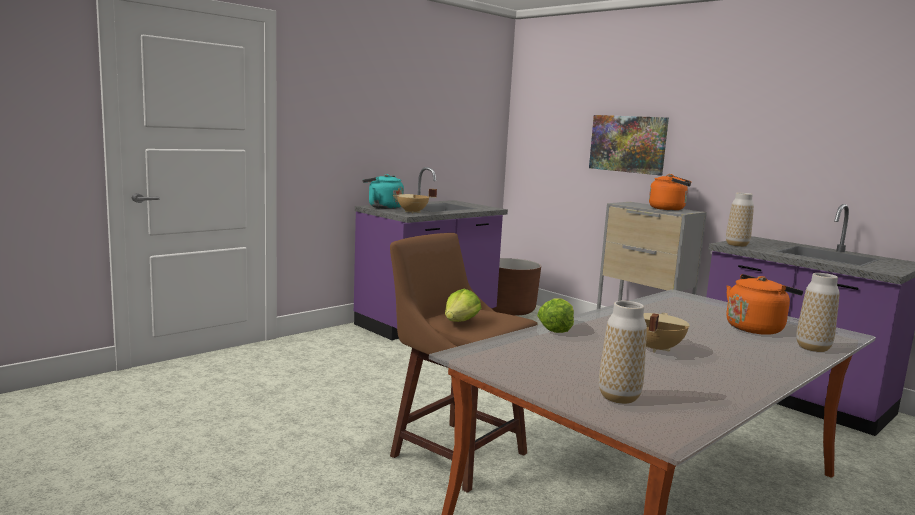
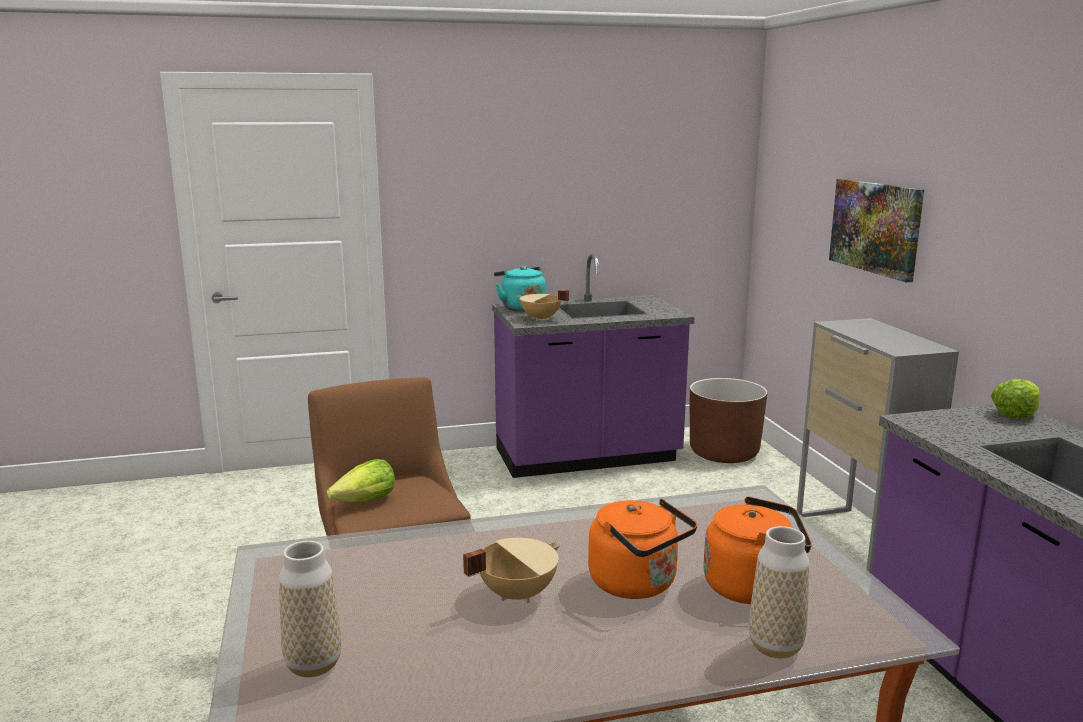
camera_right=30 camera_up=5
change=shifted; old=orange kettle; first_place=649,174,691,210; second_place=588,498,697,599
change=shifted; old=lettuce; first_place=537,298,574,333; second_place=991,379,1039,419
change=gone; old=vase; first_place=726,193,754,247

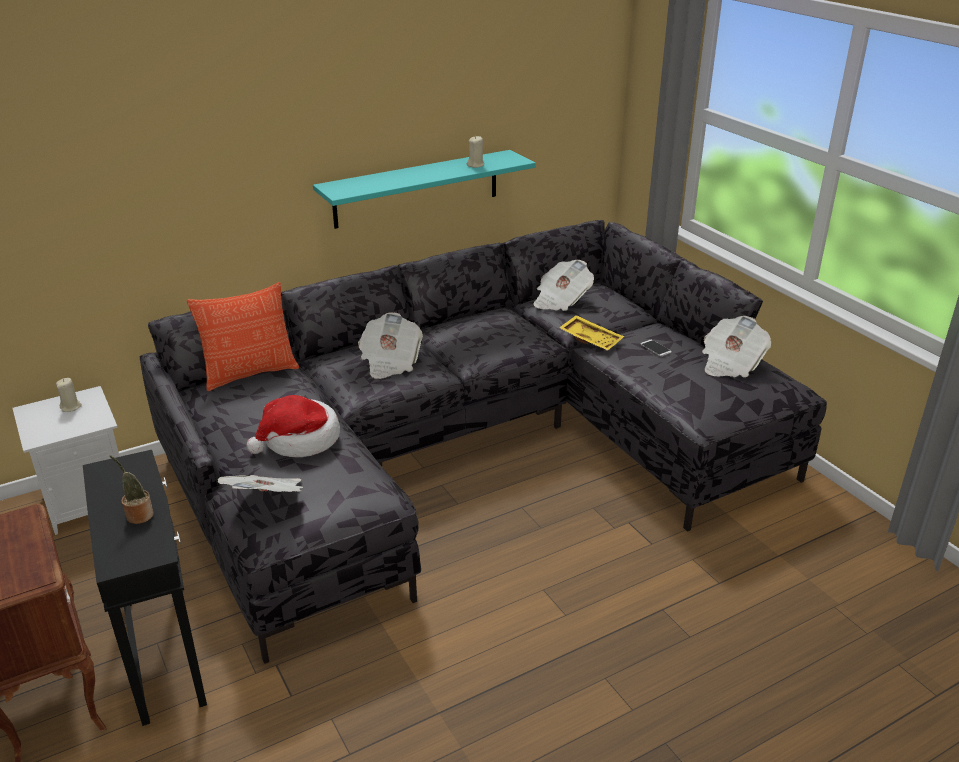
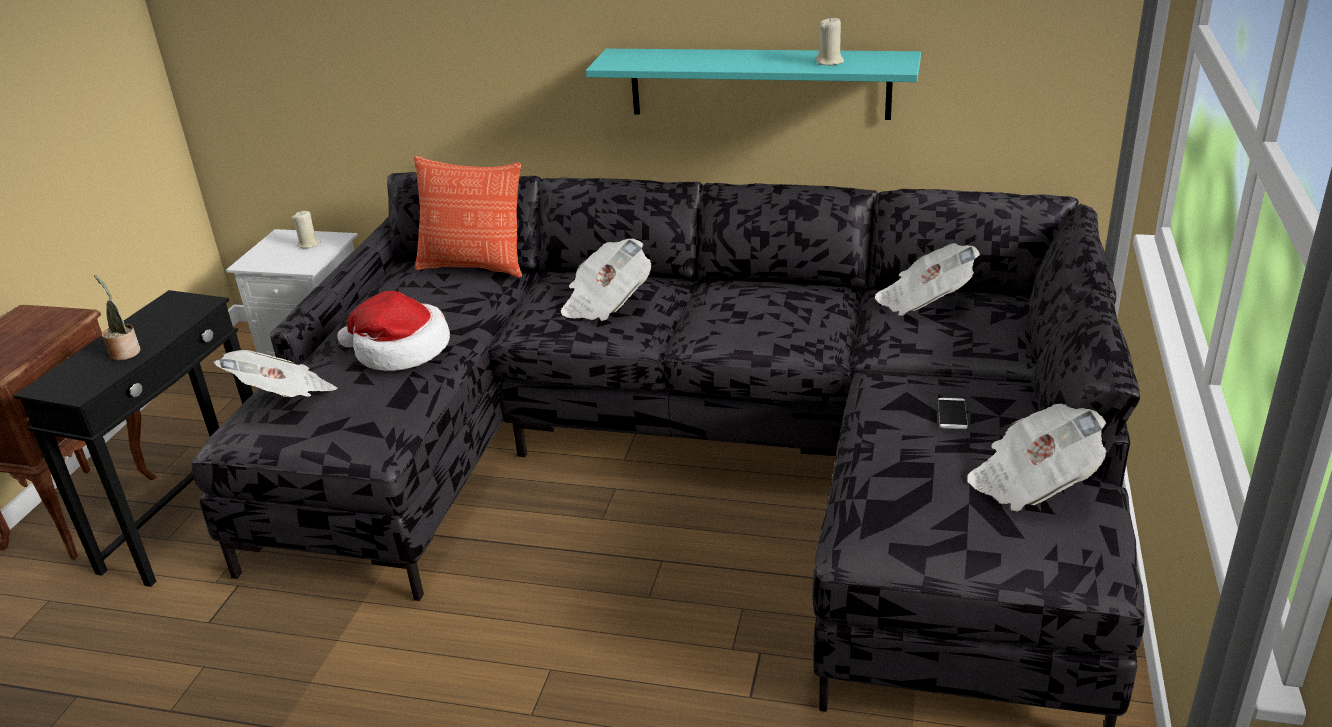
camera_right=45 camera_up=0
change=gone; old=yellow tray; first_place=559,315,624,351

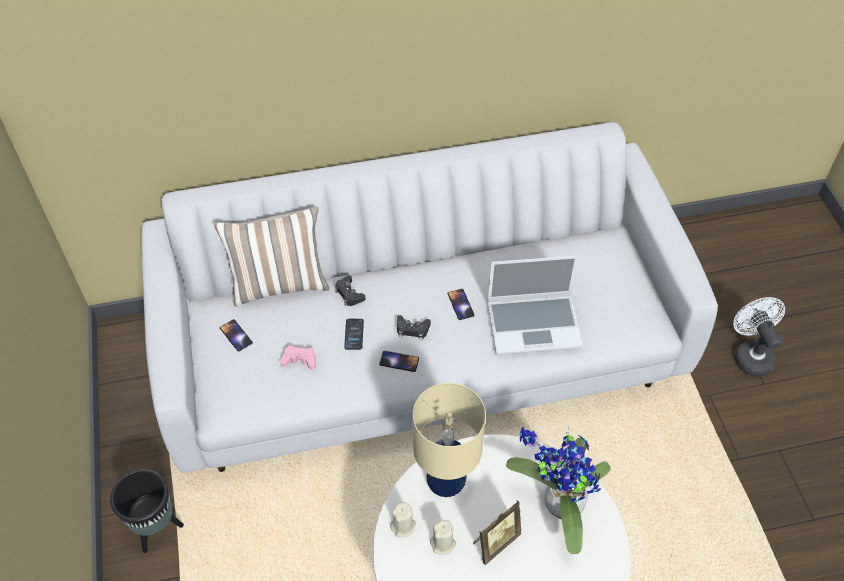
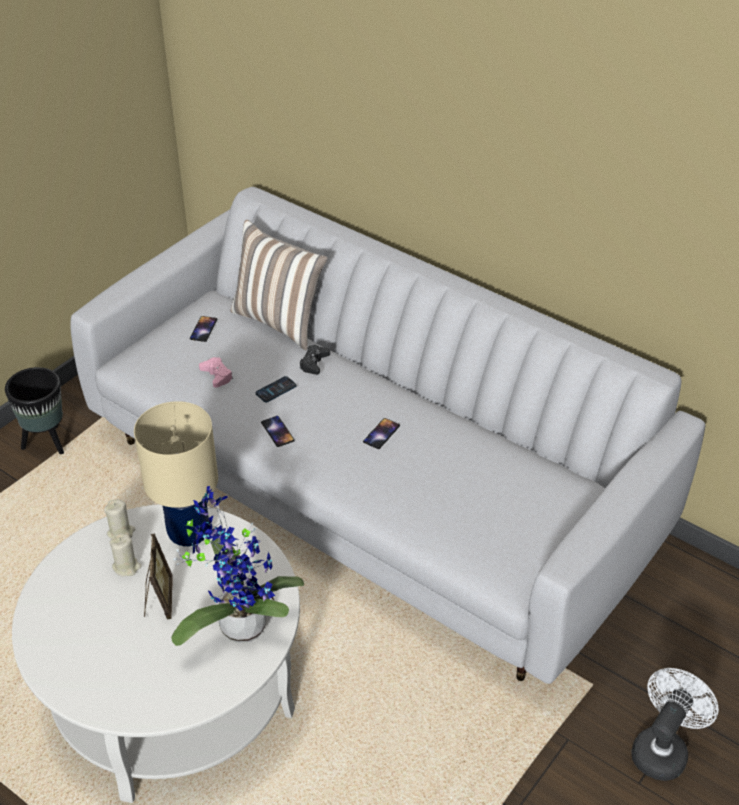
camera_right=50 camera_up=-10
change=rotated; old=picture frame; first_place=473,500,521,565; second_place=144,534,173,619; degrees=-105
change=gone; old=black game controller; first_place=397,315,431,340
change=gone; old=laptop; first_place=487,255,583,355

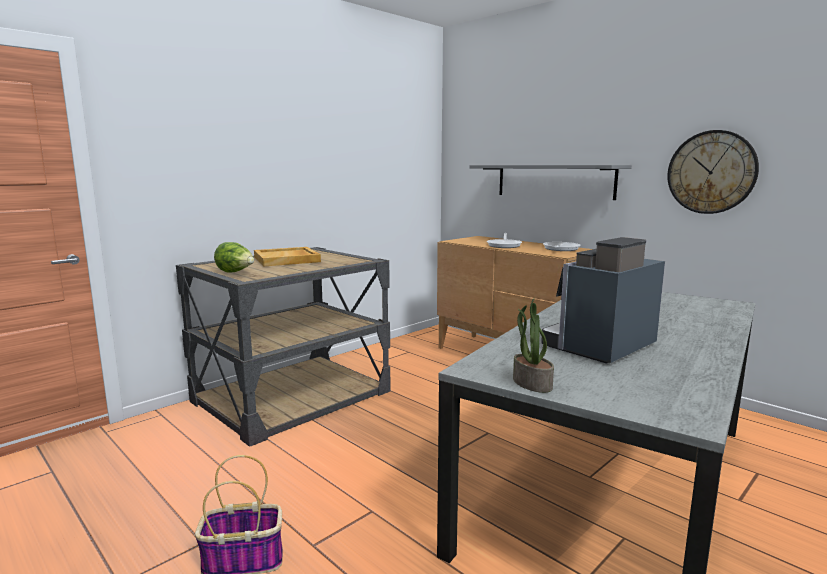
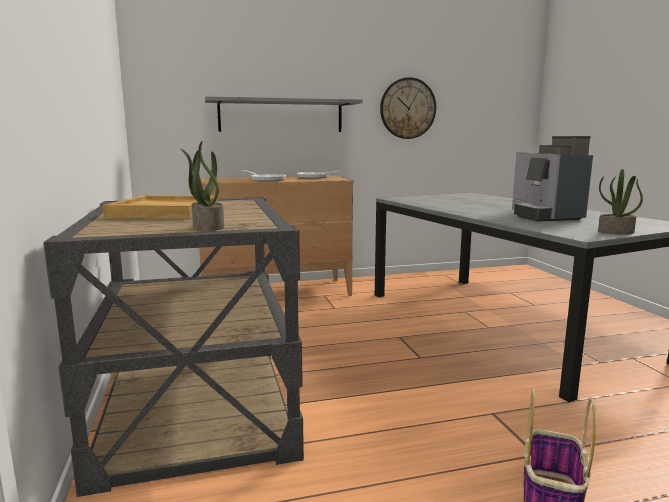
camera_right=-60 camera_up=0
change=swapped; old=lettuce; new=potted plant; first_place=214,242,254,273; second_place=180,141,224,231

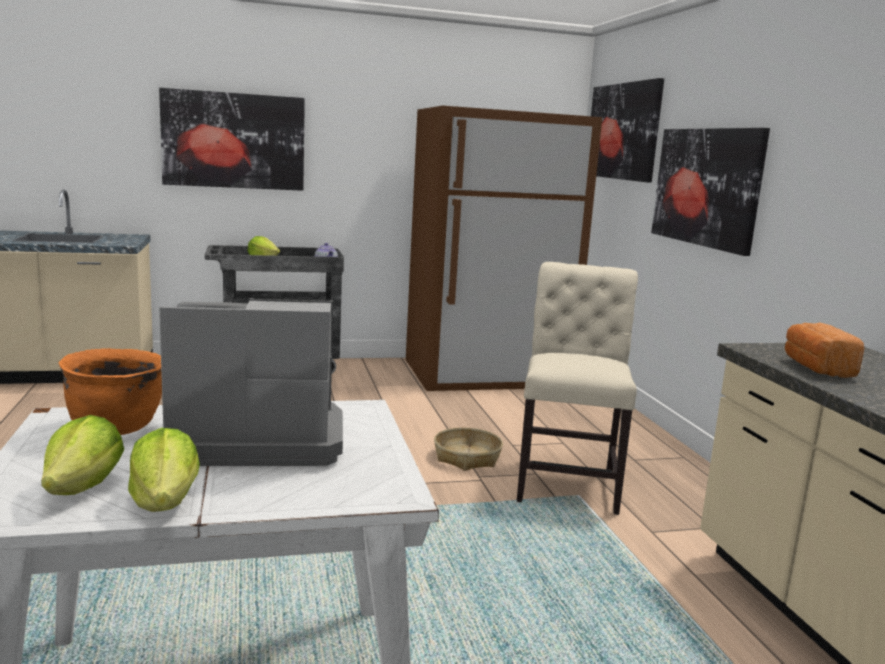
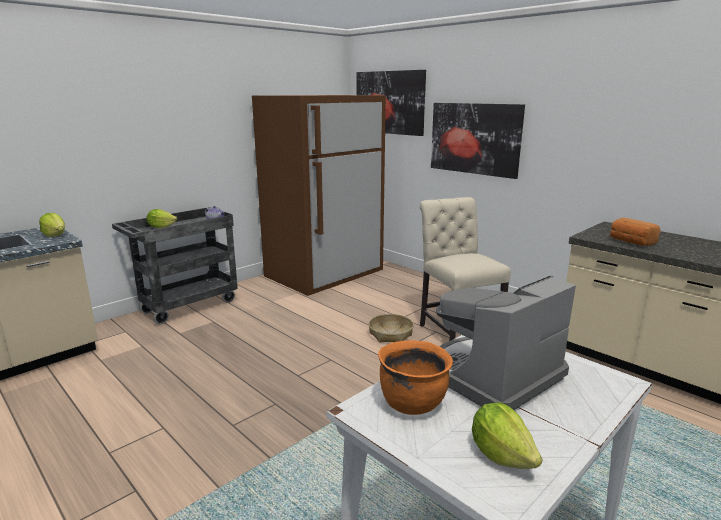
camera_right=-30 camera_up=5
change=shifted; old=lettuce; first_place=128,428,200,512; second_place=39,213,65,237
change=gone; old=picture; first_place=159,88,305,191

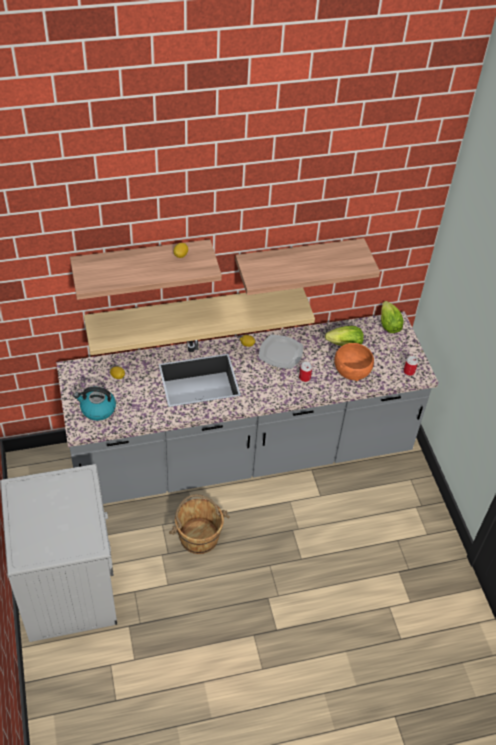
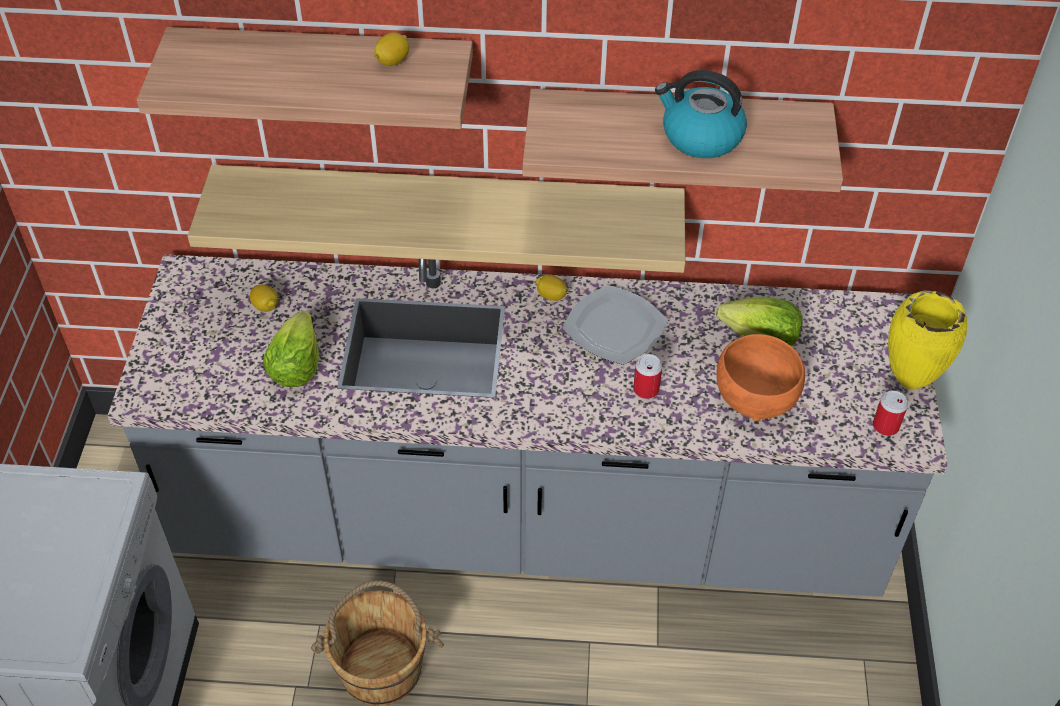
camera_right=20 camera_up=0
change=shifted; old=lettuce; first_place=381,301,404,333; second_place=263,311,319,387
change=shifted; old=kettle; first_place=74,387,116,421; second_place=655,70,747,158
change=new; new=yellow vase; second_place=888,290,967,390

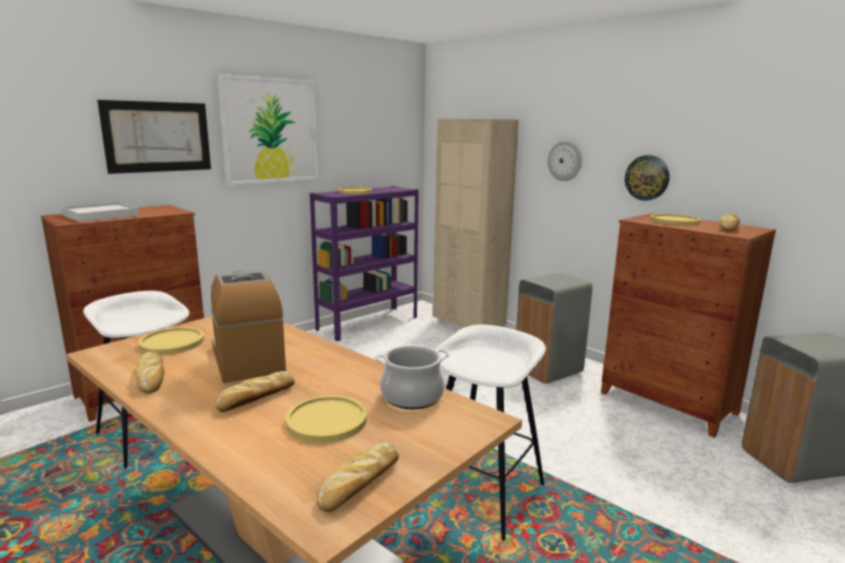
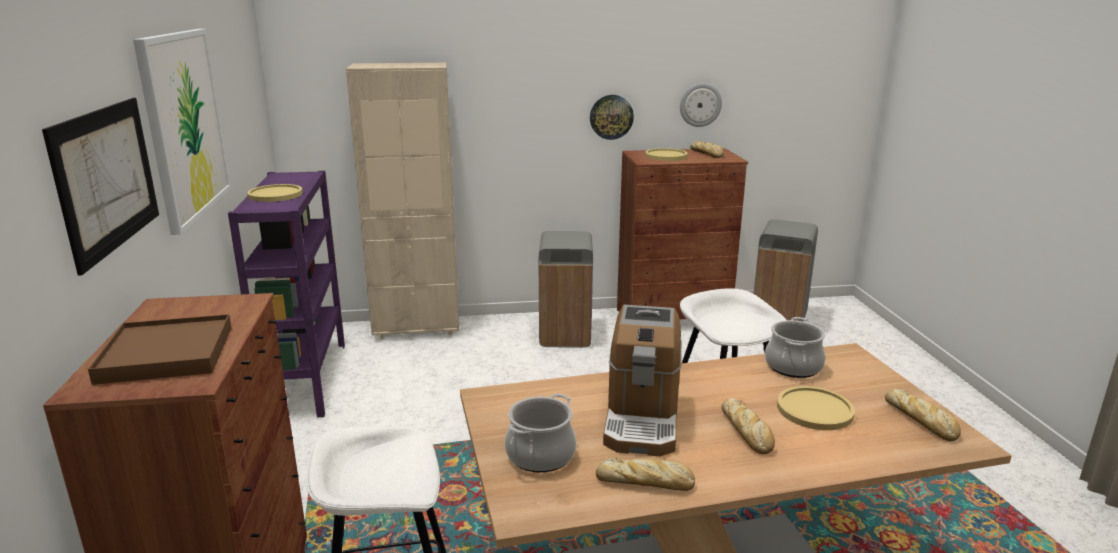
camera_right=-55 camera_up=5
change=repainted; old=white tray; new=brown tray; first_place=61,202,139,222; second_place=88,314,232,385
change=swapped; old=yellow plate; new=cooking pot; first_place=138,327,204,355; second_place=505,393,576,472
change=rotated; old=coffee machine; first_place=211,270,286,383; second_place=603,305,681,457; degrees=-90
change=shifted; old=wall clock; first_place=547,141,582,181; second_place=680,83,722,127

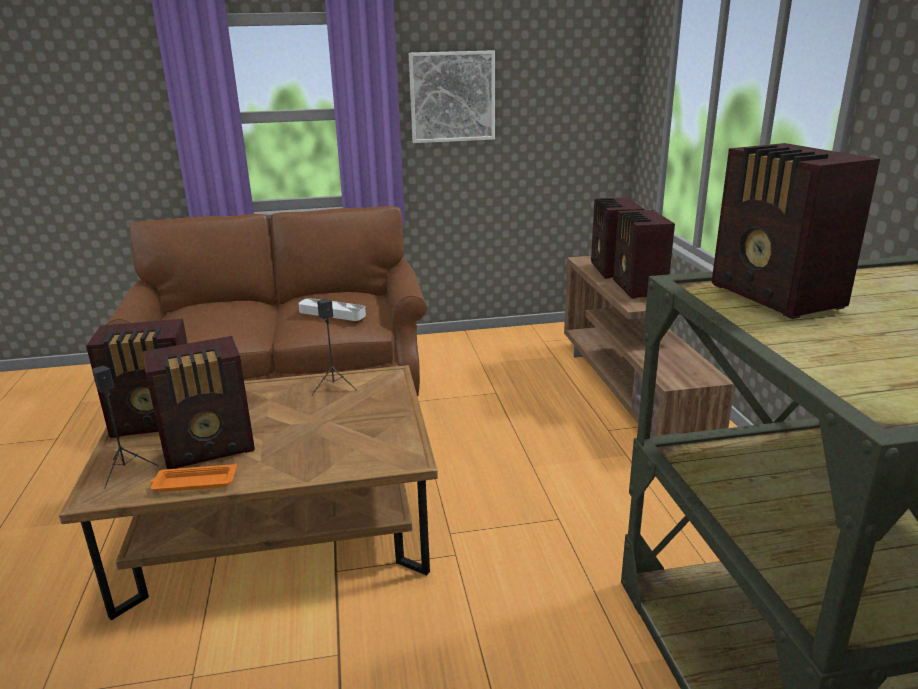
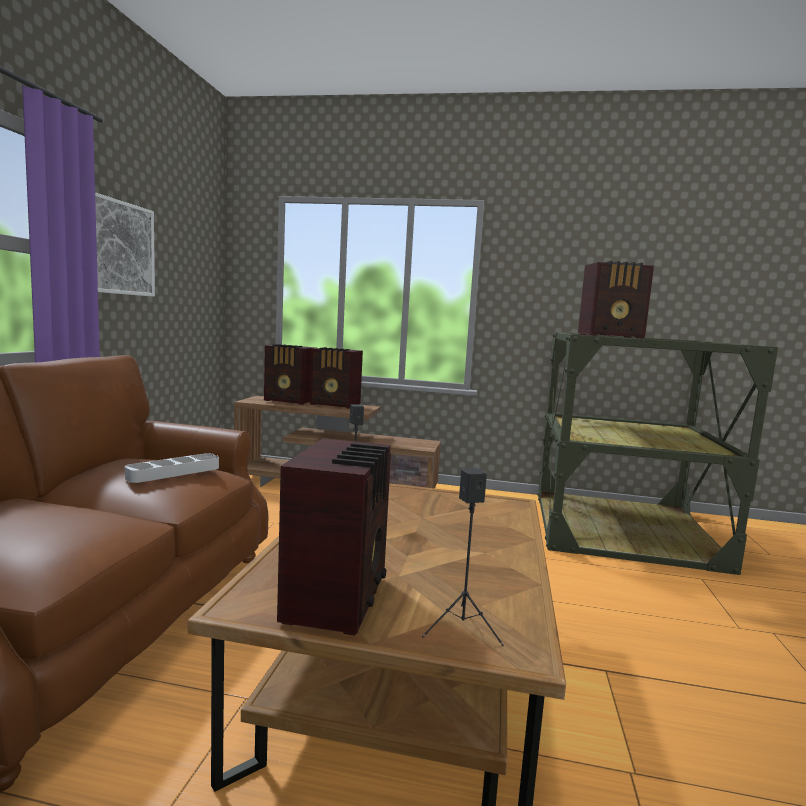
camera_right=-70 camera_up=-15
change=gone; old=radio; first_place=143,336,255,469
change=gone; old=orange tray; first_place=151,463,237,492

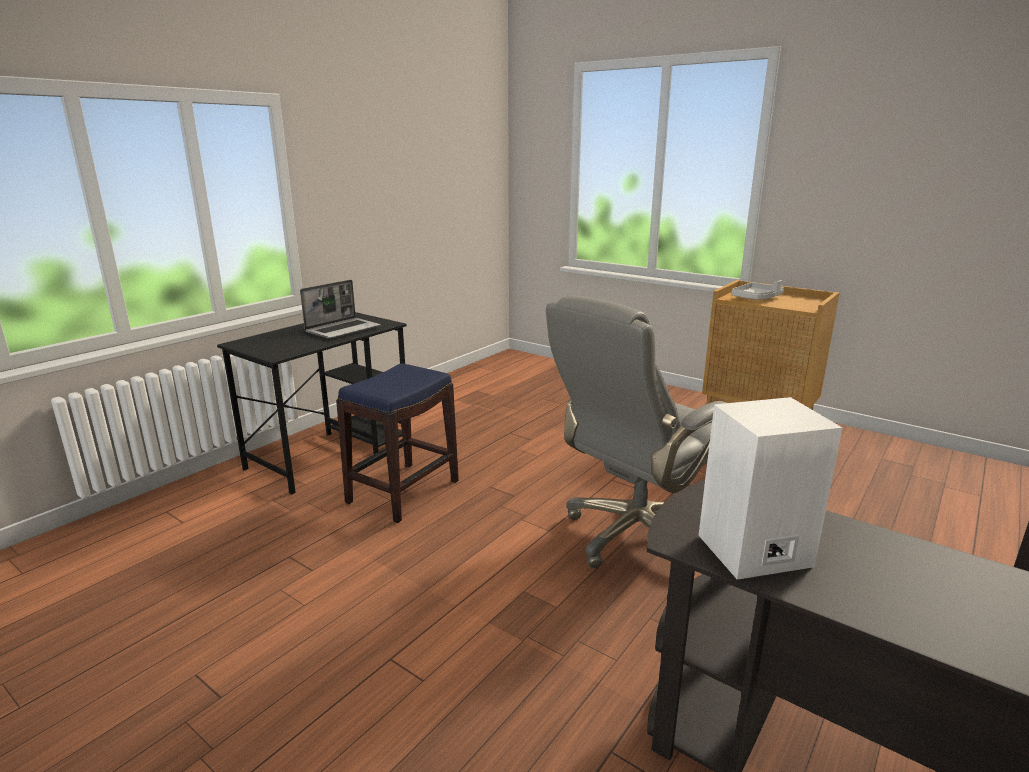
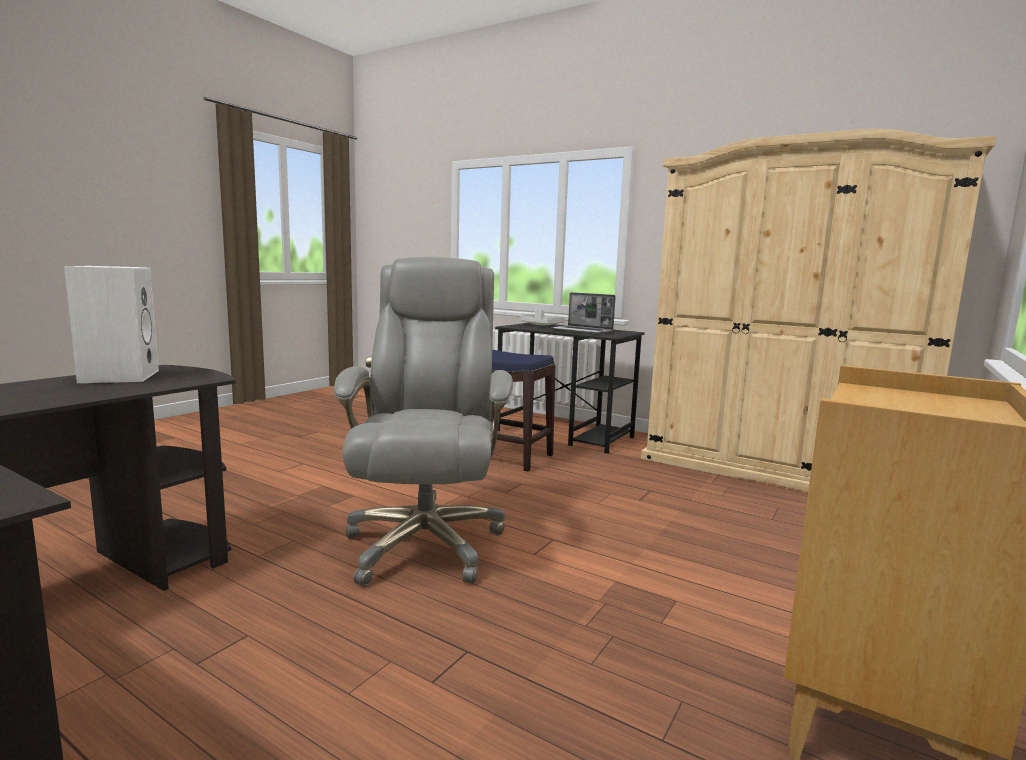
camera_right=85 camera_up=-10
change=rotated; old=grey office chair; first_place=546,295,727,568; second_place=334,257,513,587; degrees=45
change=shifted; old=grey tray; first_place=731,280,784,300; second_place=521,310,565,326
change=new; new=beige wardrobe; second_place=641,129,996,492

